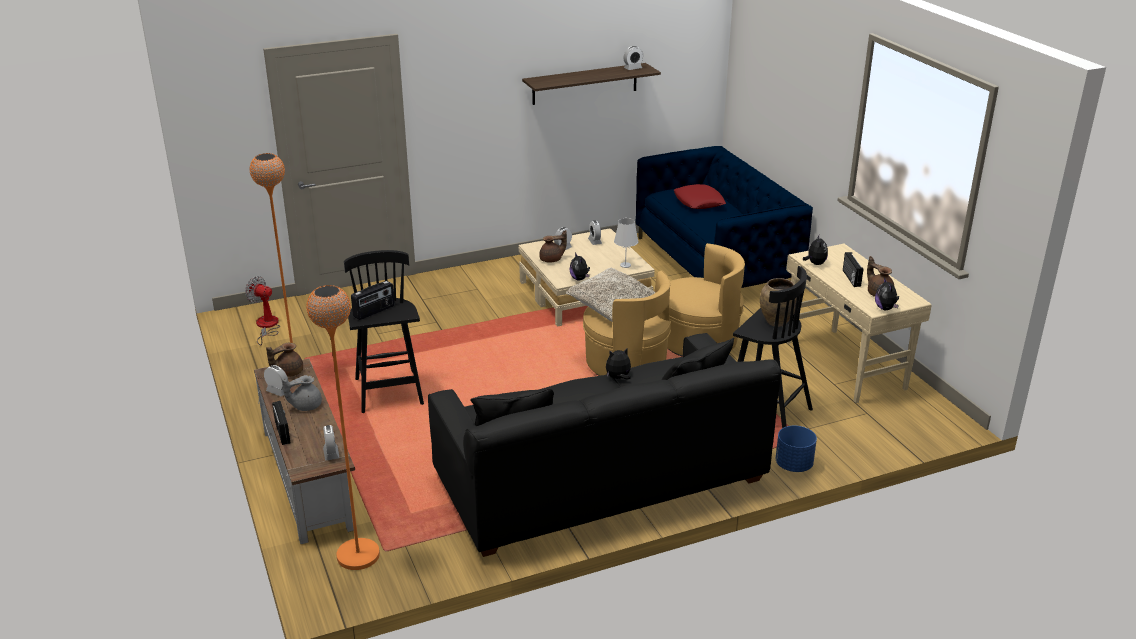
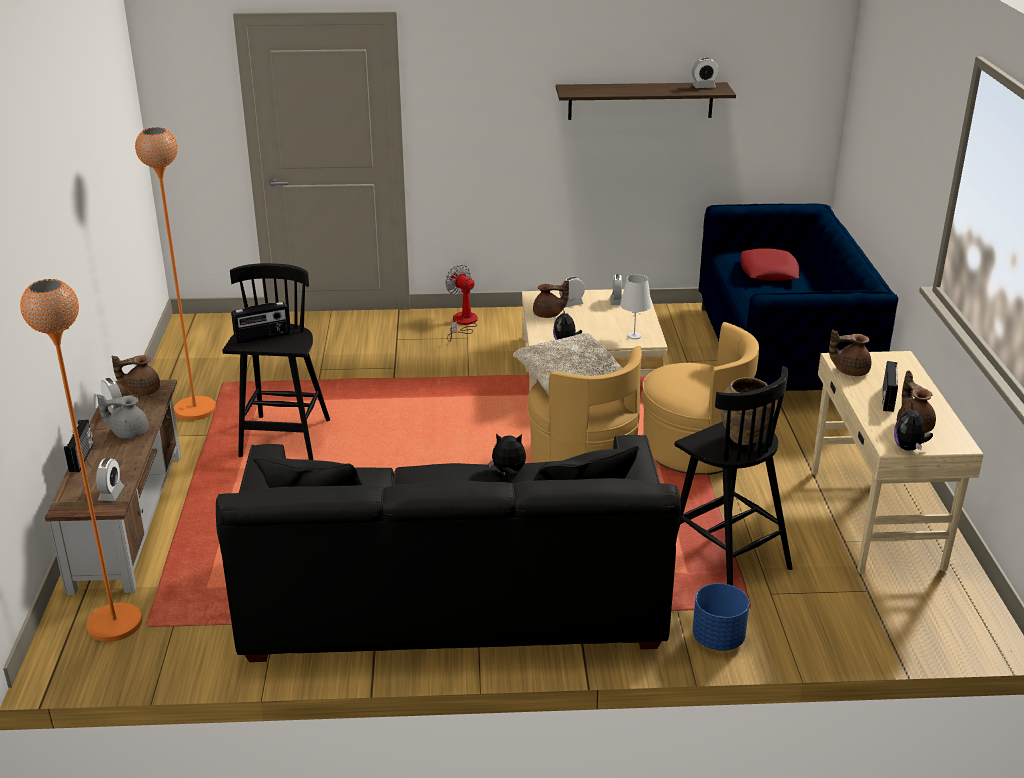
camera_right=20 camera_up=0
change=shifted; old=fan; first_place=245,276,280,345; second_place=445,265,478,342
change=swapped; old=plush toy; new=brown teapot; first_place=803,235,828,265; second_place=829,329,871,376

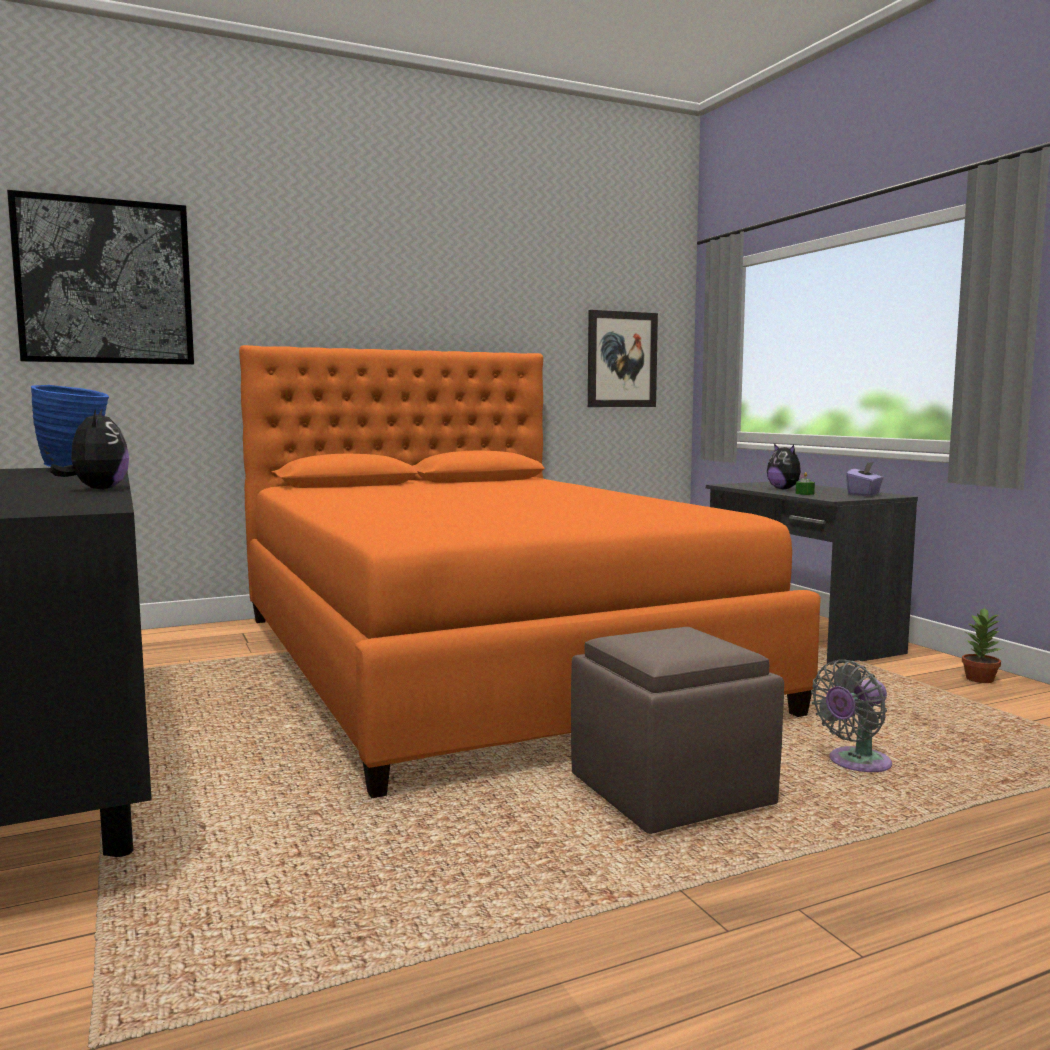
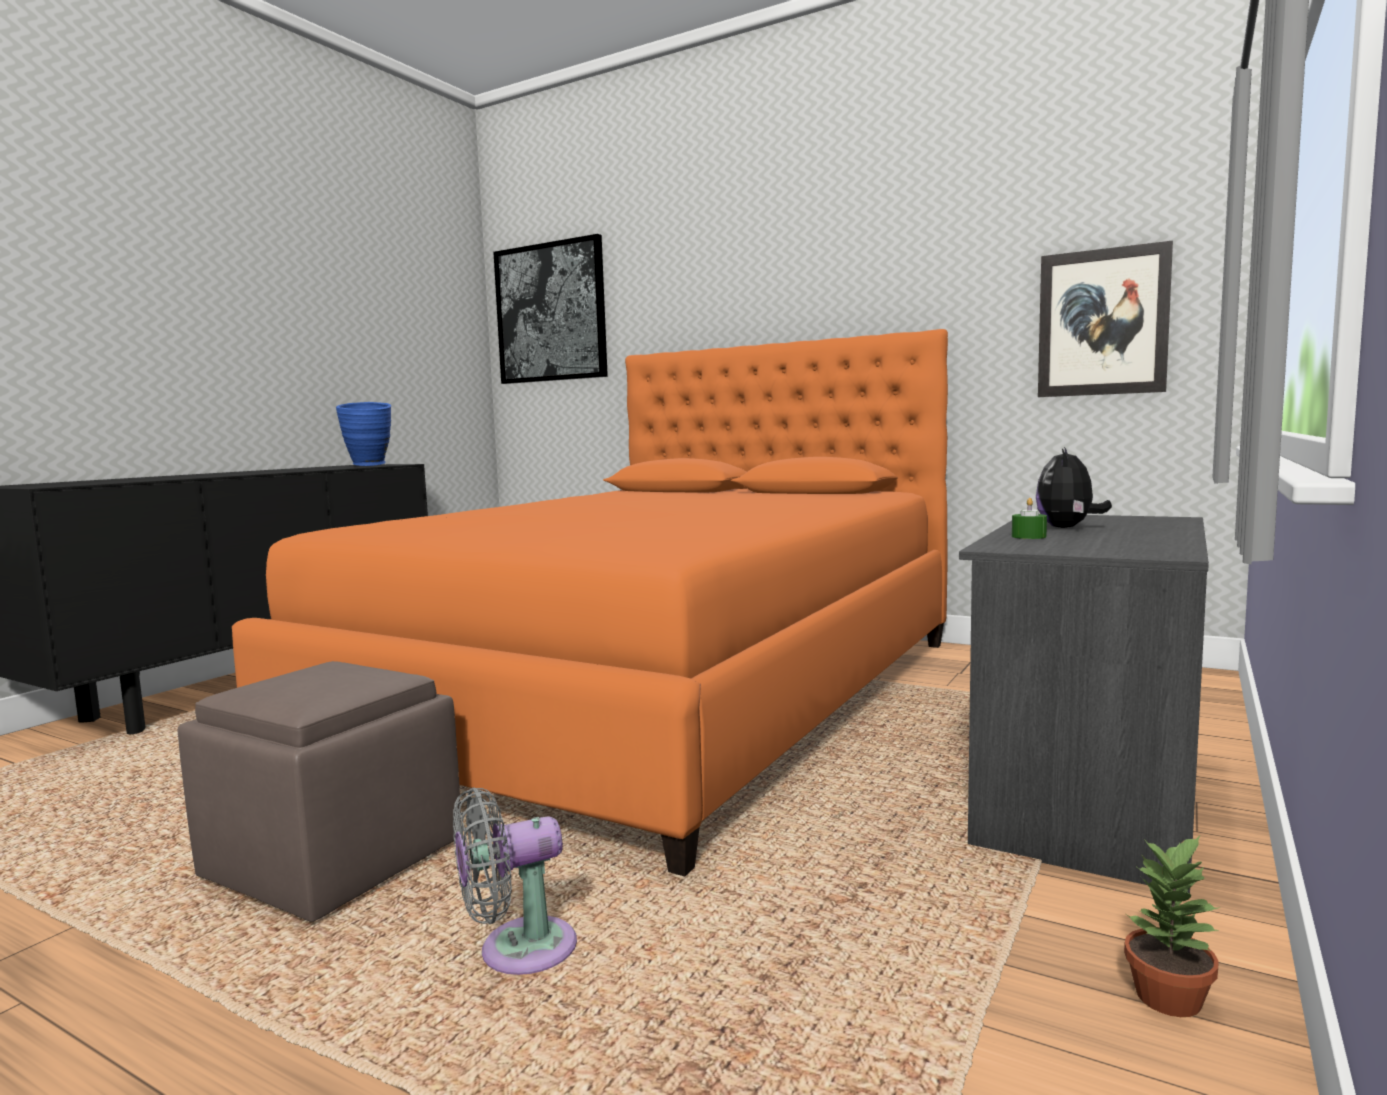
camera_right=55 camera_up=0
change=rotated; old=grey fan; first_place=811,660,892,772; second_place=453,787,577,975; degrees=-45
change=gone; old=plush toy; first_place=50,408,129,490
change=gone; old=purple tissue box; first_place=846,462,884,496

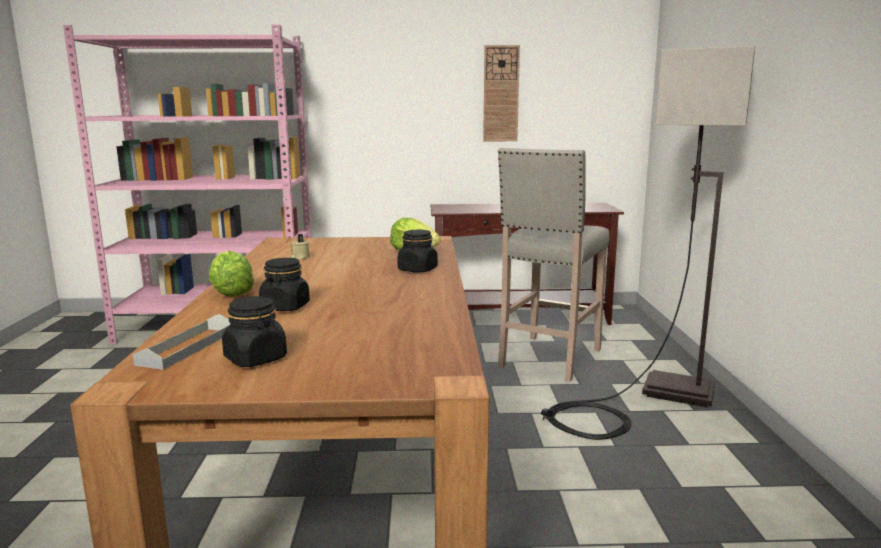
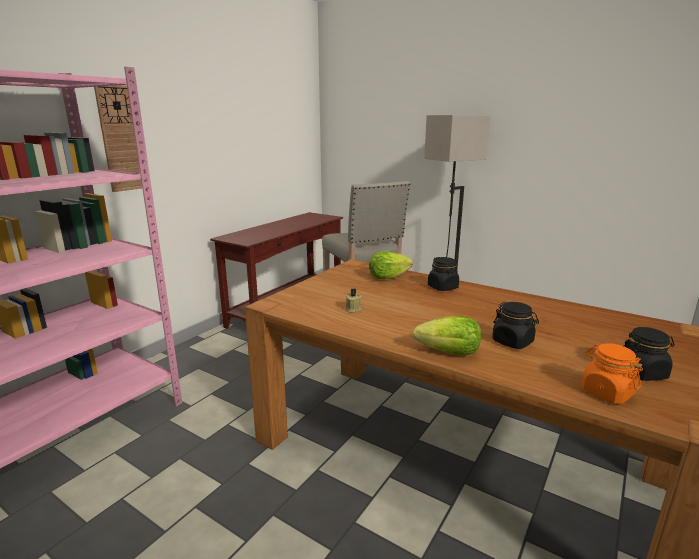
camera_right=-55 camera_up=5
change=shifted; old=wall clock; first_place=483,45,520,142; second_place=94,85,142,192
change=swapped; old=grey tray; new=orange jar; first_place=133,314,230,370; second_place=581,343,643,404

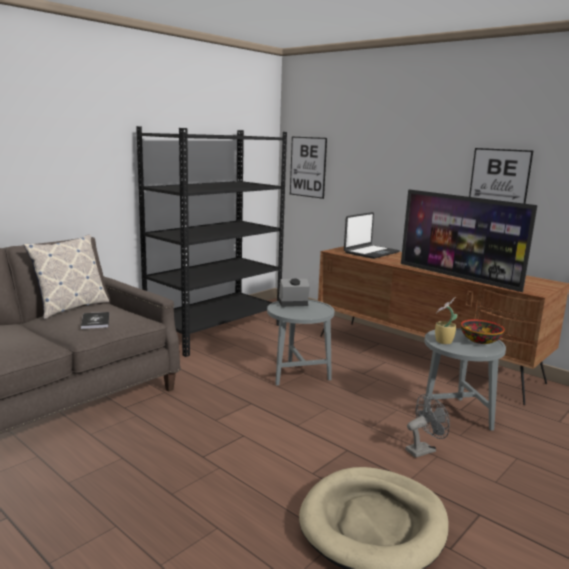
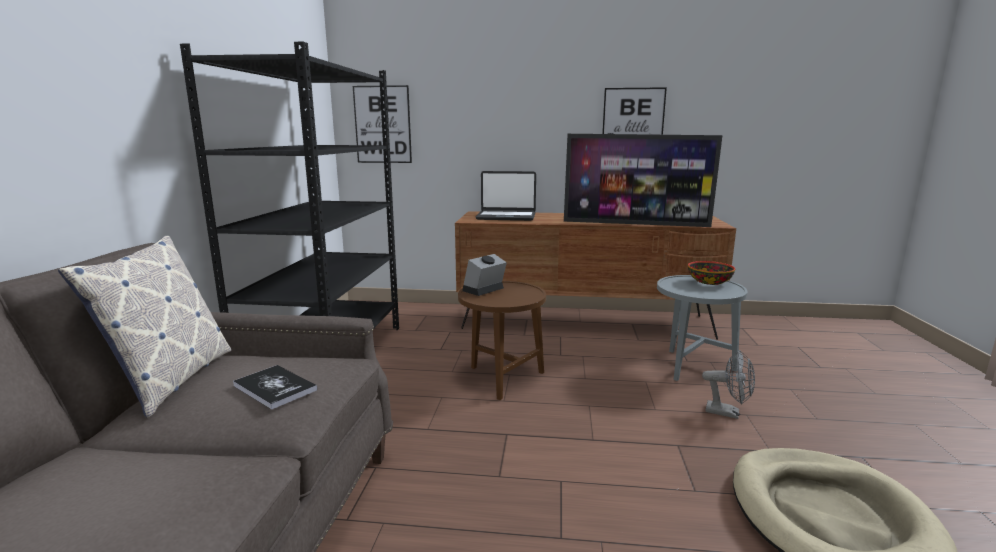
camera_right=-35 camera_up=0
change=repainted; old=grey side table; new=brown side table; first_place=267,299,334,385; second_place=458,281,546,400
change=rotated; old=laptop; first_place=344,212,400,259; second_place=476,171,536,221; degrees=90
change=rotated; old=grey fan; first_place=405,394,450,458; second_place=702,350,755,419; degrees=90
change=gone; old=potted plant; first_place=435,297,457,344

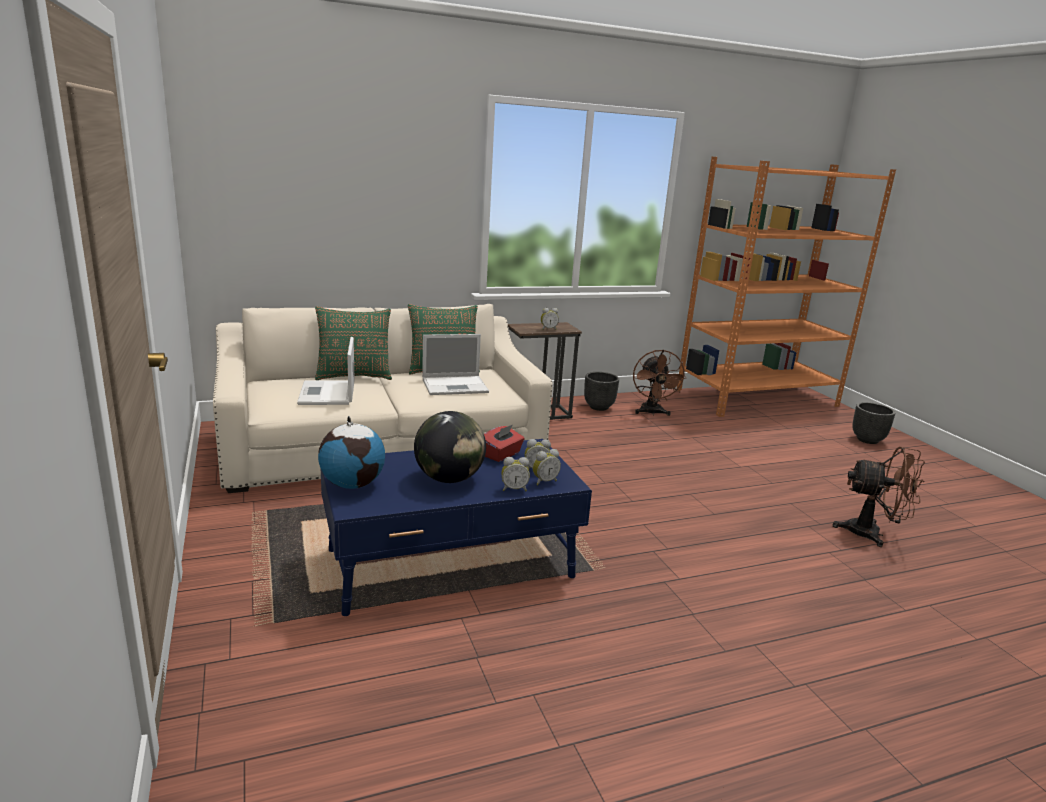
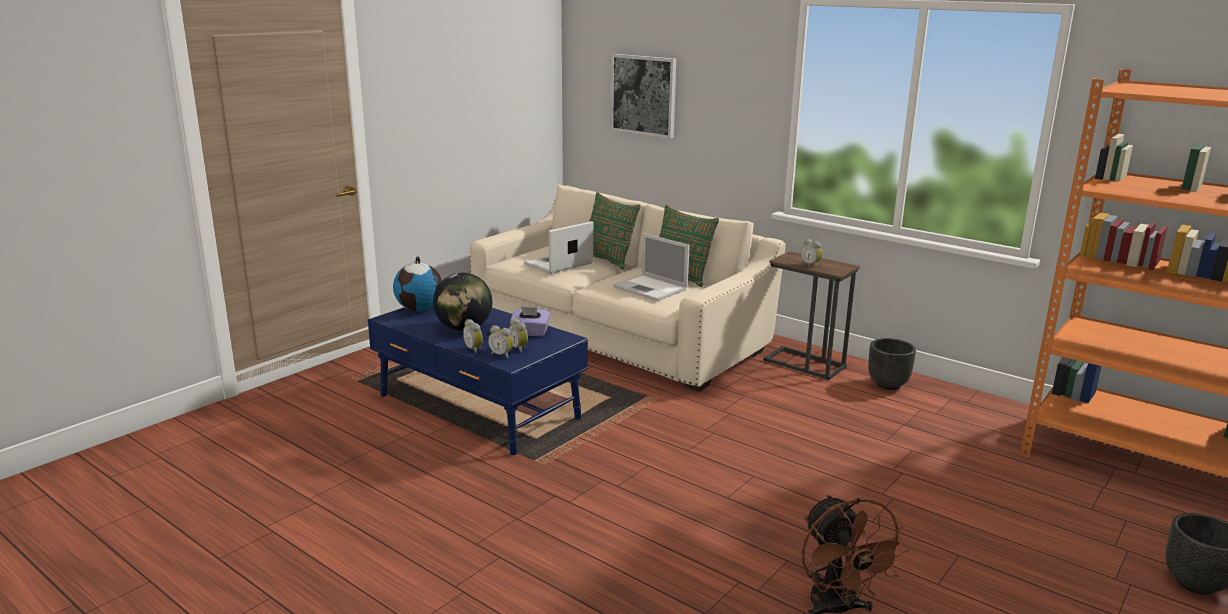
camera_right=60 camera_up=0
change=repainted; old=red tissue box; new=purple tissue box; first_place=484,425,525,462; second_place=510,307,550,336
change=new; new=picture; second_place=610,54,676,138
change=gone; old=brown fan; first_place=633,350,686,416

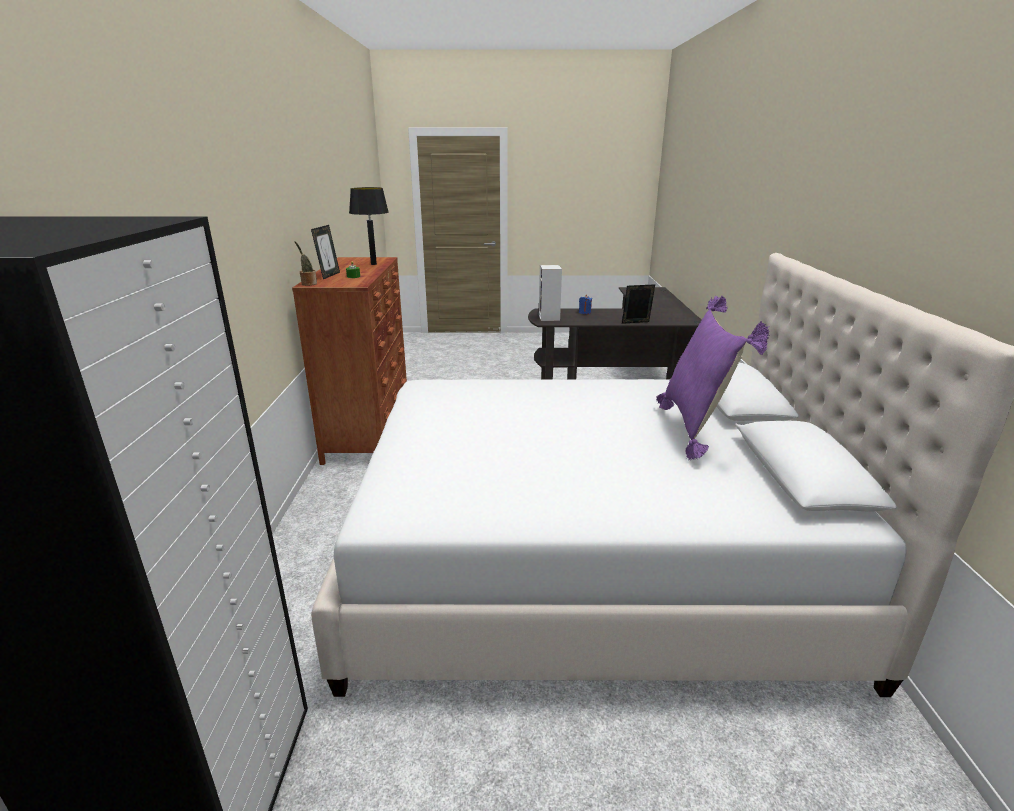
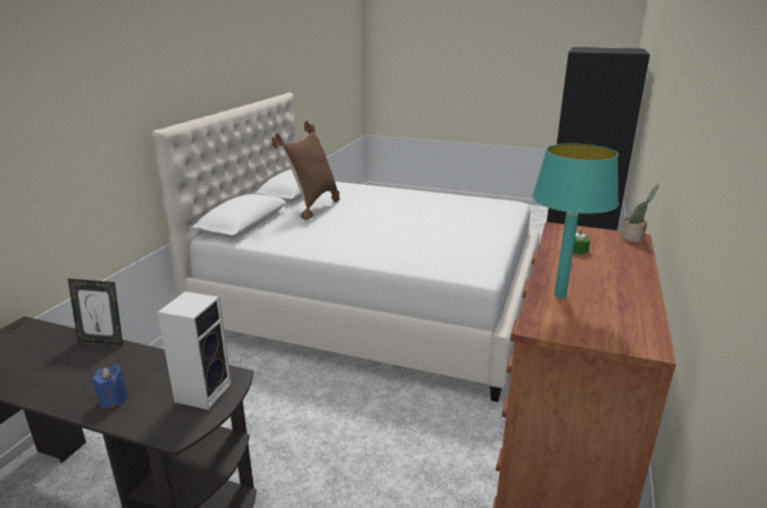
camera_right=-160 camera_up=0
change=repainted; old=purple pillow; new=brown pillow; first_place=656,296,770,461; second_place=271,121,340,220
change=repainted; old=black table lamp; new=turquoise table lamp; first_place=349,187,389,265; second_place=532,143,619,298
change=gone; old=picture frame; first_place=311,225,340,279

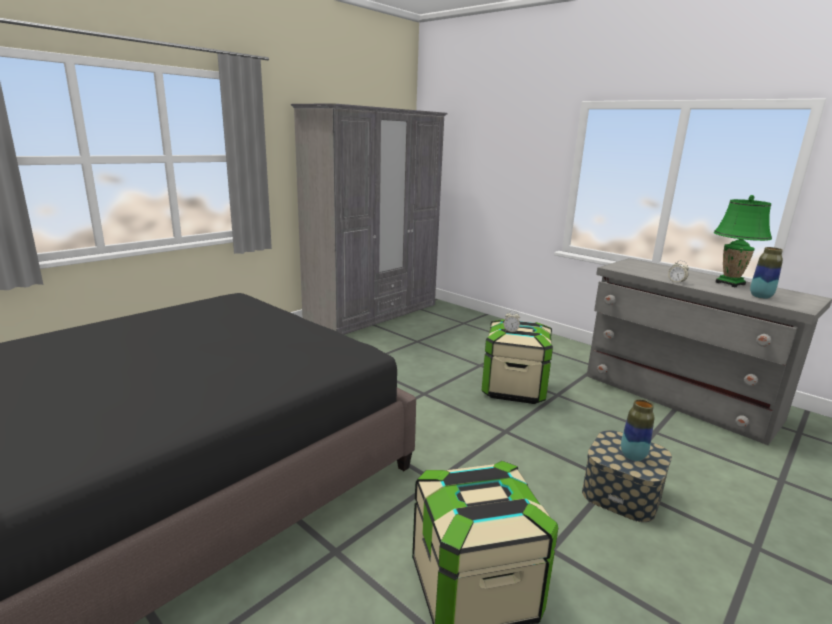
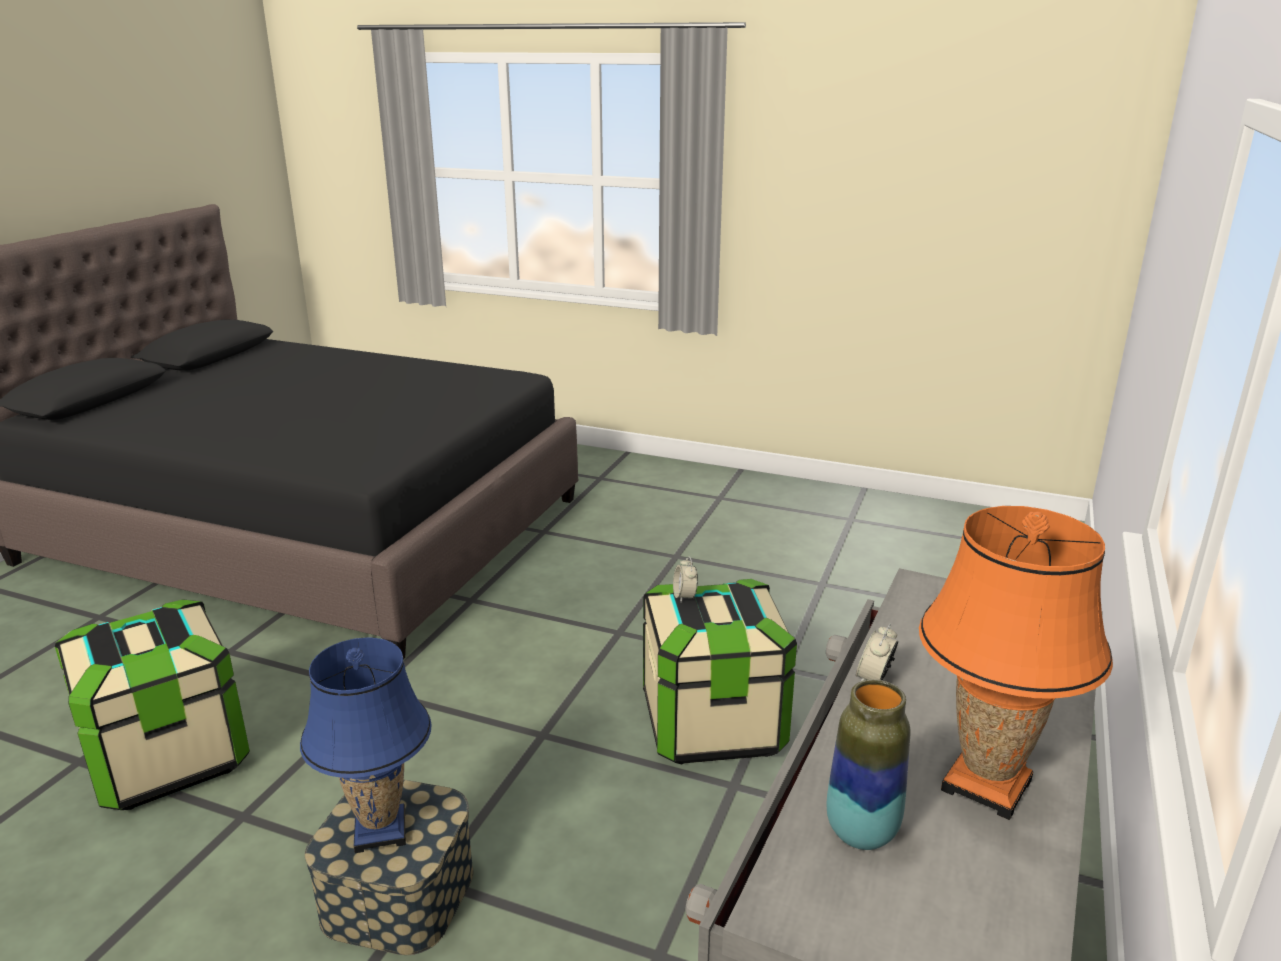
camera_right=70 camera_up=5
change=swapped; old=vase; new=blue table lamp; first_place=621,399,654,461; second_place=300,637,432,853
change=repainted; old=green table lamp; new=orange table lamp; first_place=714,195,772,287; second_place=919,506,1113,820
change=gone; old=grey wardrobe; first_place=291,103,448,335

